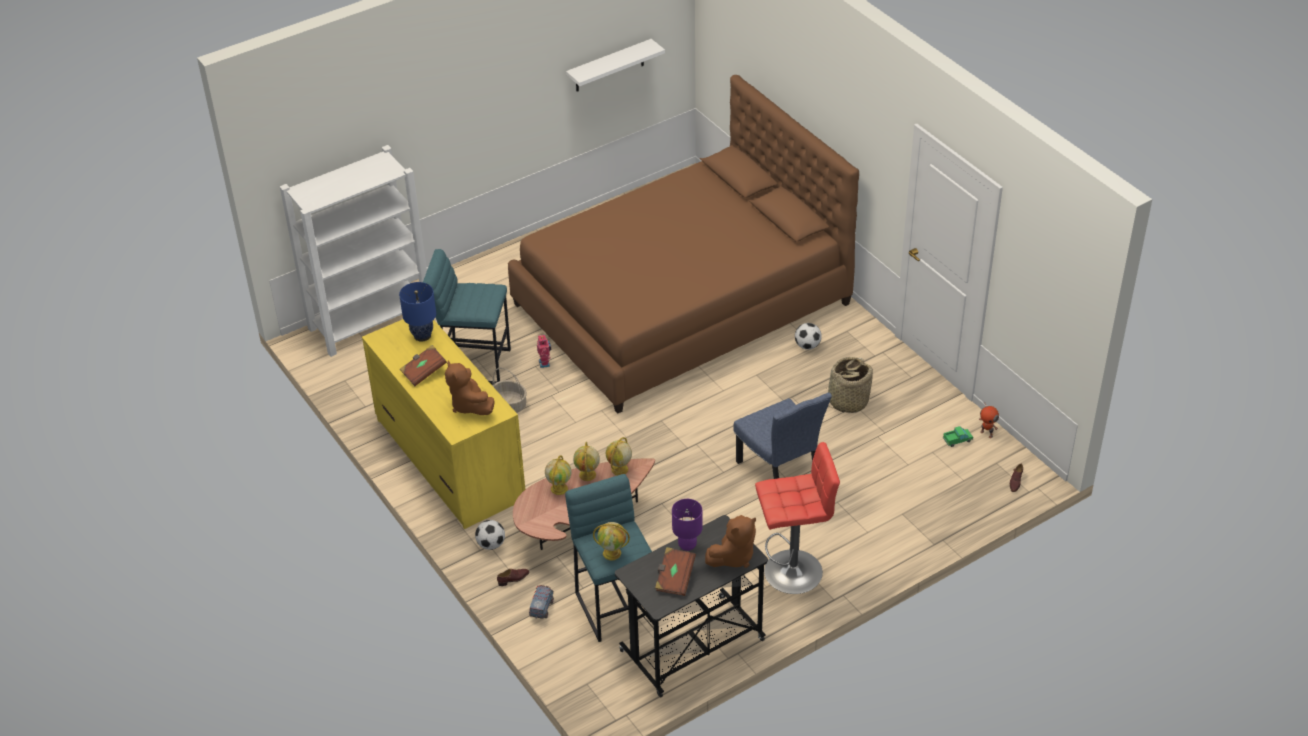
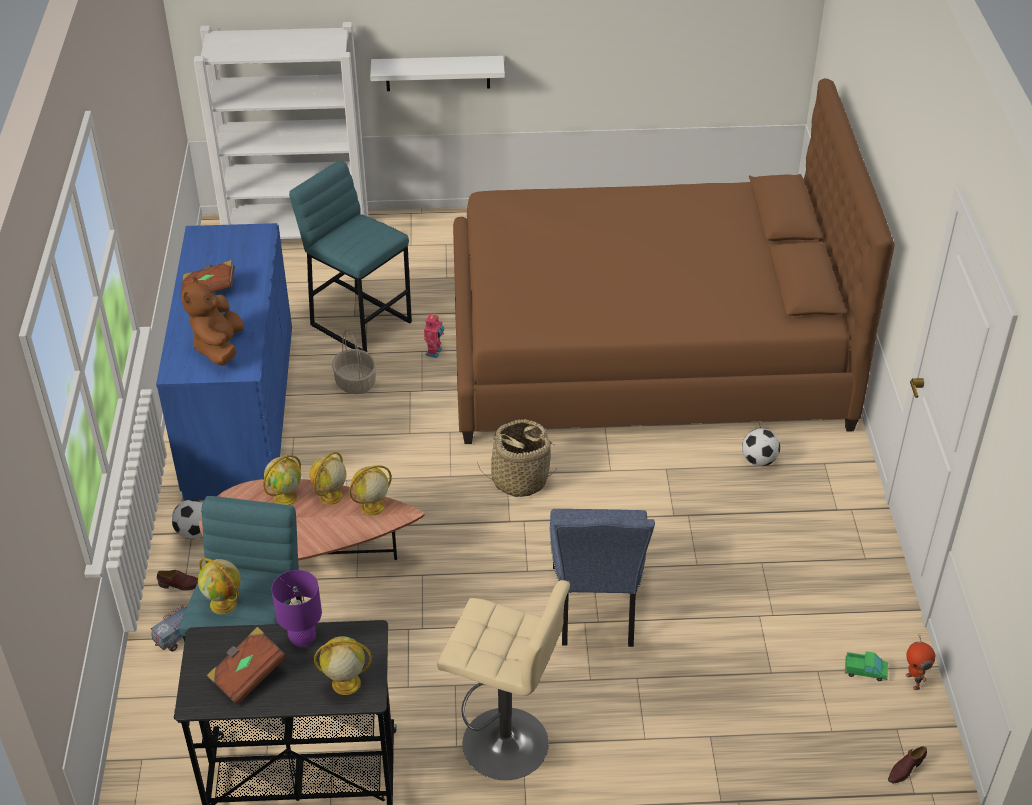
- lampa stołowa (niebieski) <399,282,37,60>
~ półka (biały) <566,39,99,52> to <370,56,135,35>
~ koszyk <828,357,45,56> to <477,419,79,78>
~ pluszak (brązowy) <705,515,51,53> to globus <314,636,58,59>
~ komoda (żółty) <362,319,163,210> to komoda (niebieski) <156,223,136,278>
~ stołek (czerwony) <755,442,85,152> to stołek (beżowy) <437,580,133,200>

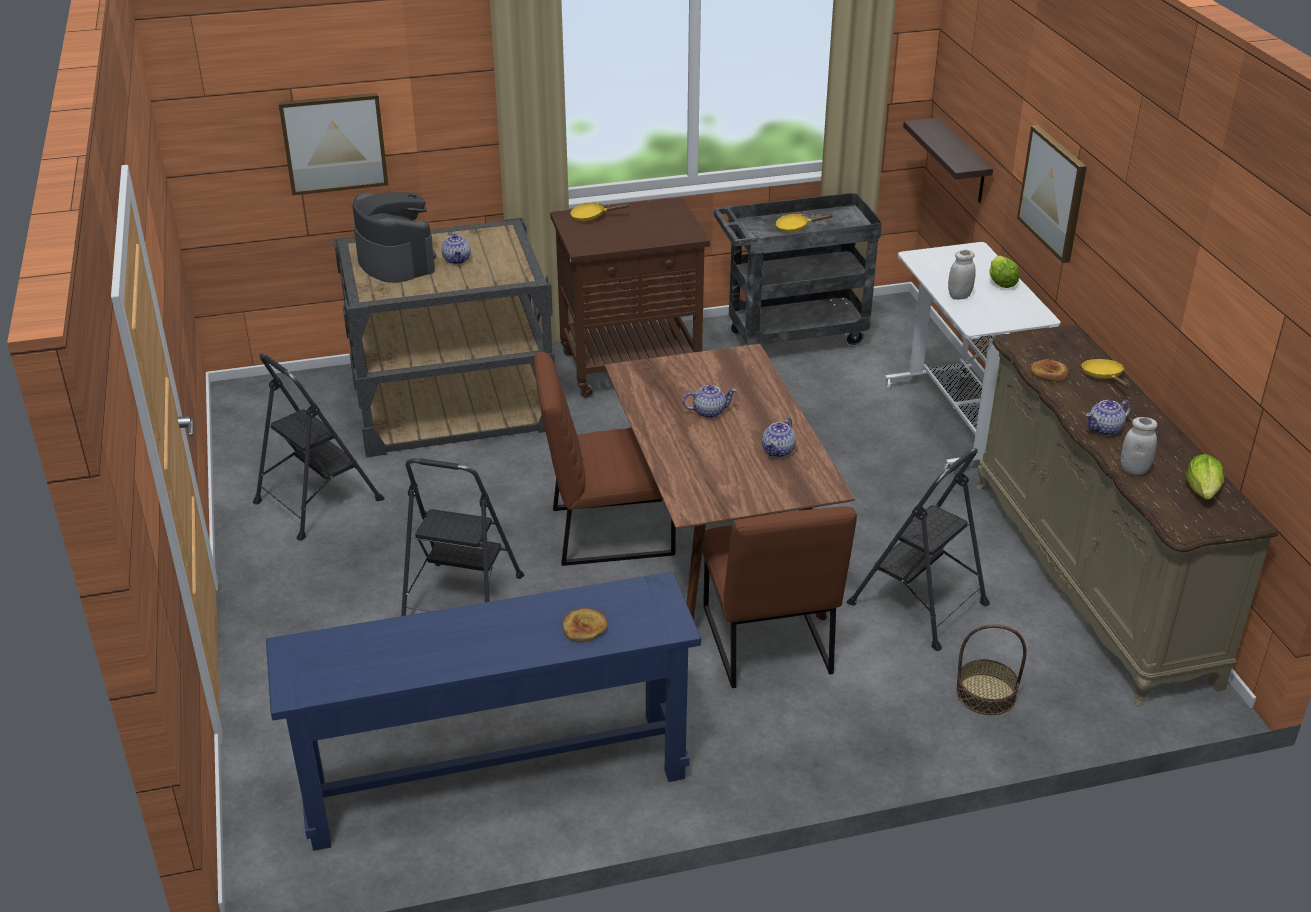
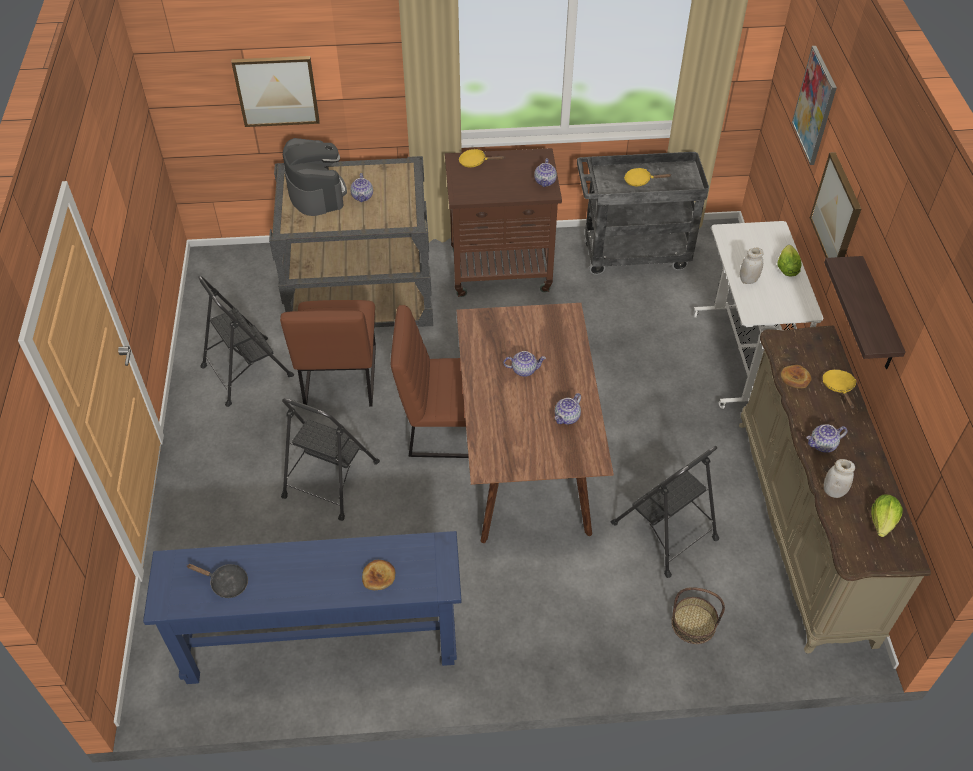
+ patelnia (czarny) <186,564,62,34>
+ imbryk <534,158,23,29>
+ obraz <792,46,45,119>
~ krzesło (brązowy) <702,506,155,182> to <280,300,96,107>
~ półka <903,118,90,85> to <824,256,81,113>

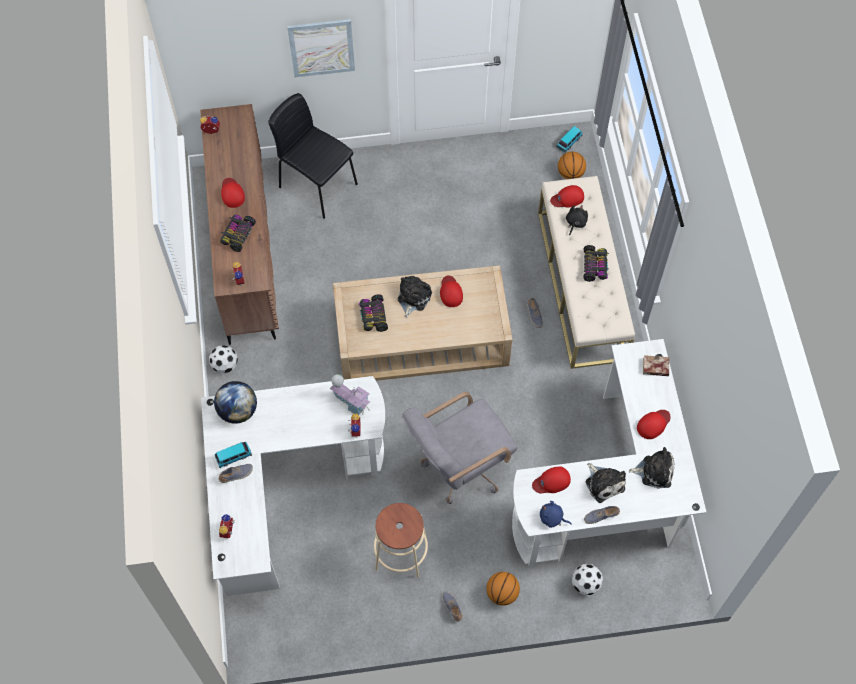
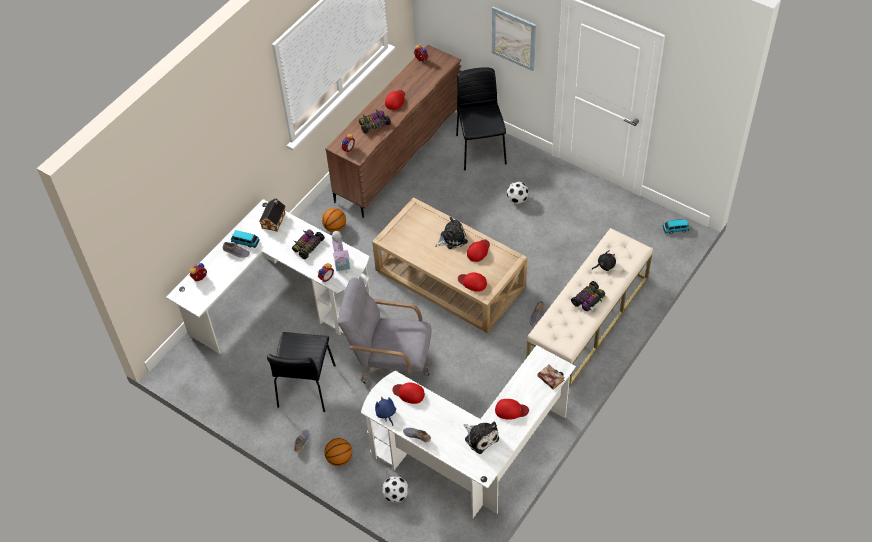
- pluszak <586,463,40,40>
~ piłka futbolowa <209,345,29,28> to <507,181,22,23>
~ samochodzik <359,294,29,38> to <292,230,33,29>
~ czapka z daszkiem (czerwony) <550,185,34,23> to <458,272,29,20>
~ piłka do koszykówki <558,152,28,27> to <322,208,24,24>
~ globus <214,381,43,43> to domek <259,198,26,34>
~ stołek (beżowy) <374,503,54,75> to krzesło (czarny) <267,332,69,80>

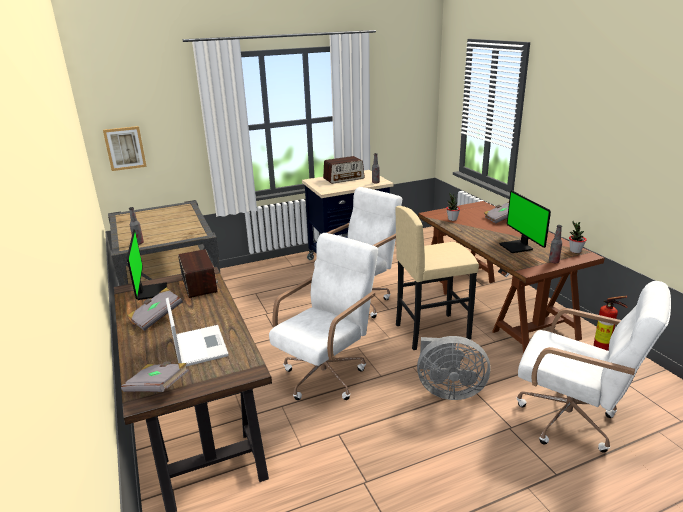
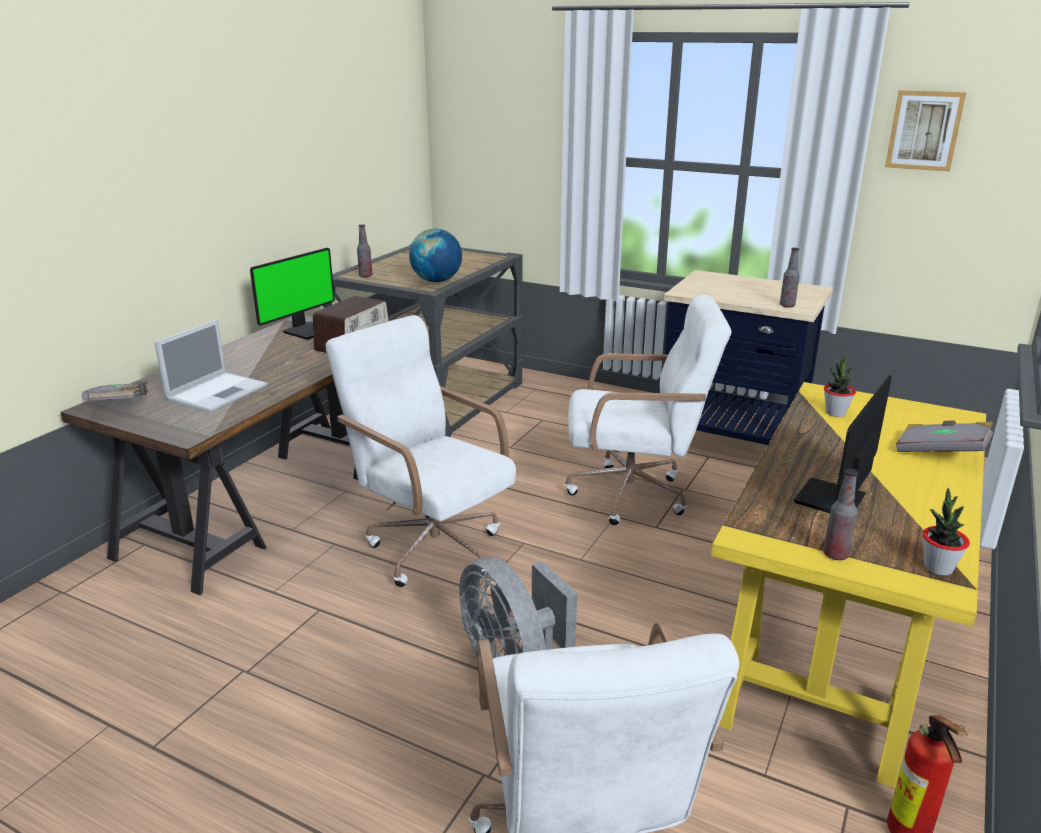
- książka (szary) <128,288,55,43>
- radio <323,156,42,28>
- stołek (beżowy) <395,206,84,144>
+ globus <409,229,53,53>
~ obraz <103,126,44,45> to <885,90,81,82>
~ biurko (brązowy) <418,201,187,153> to biurko (żółty) <711,382,275,406>
~ krzesło biurowe (biały) <269,233,109,167> = <325,315,191,272> 135 degrees counterclockwise

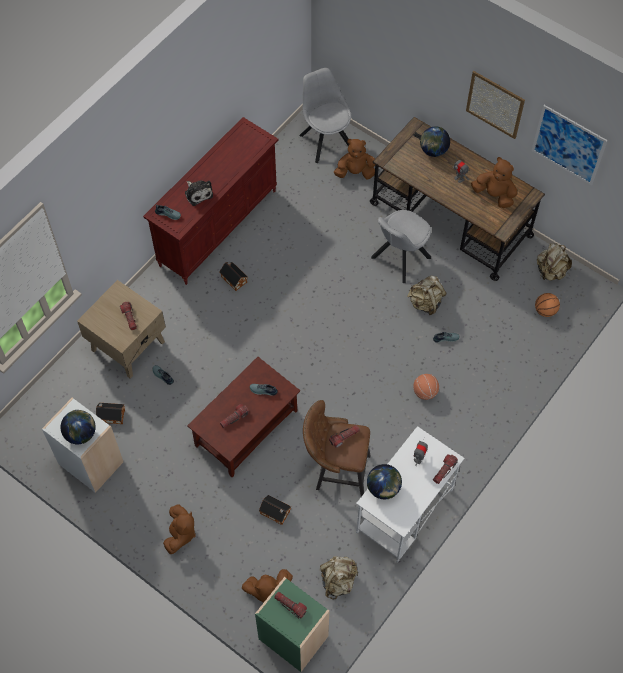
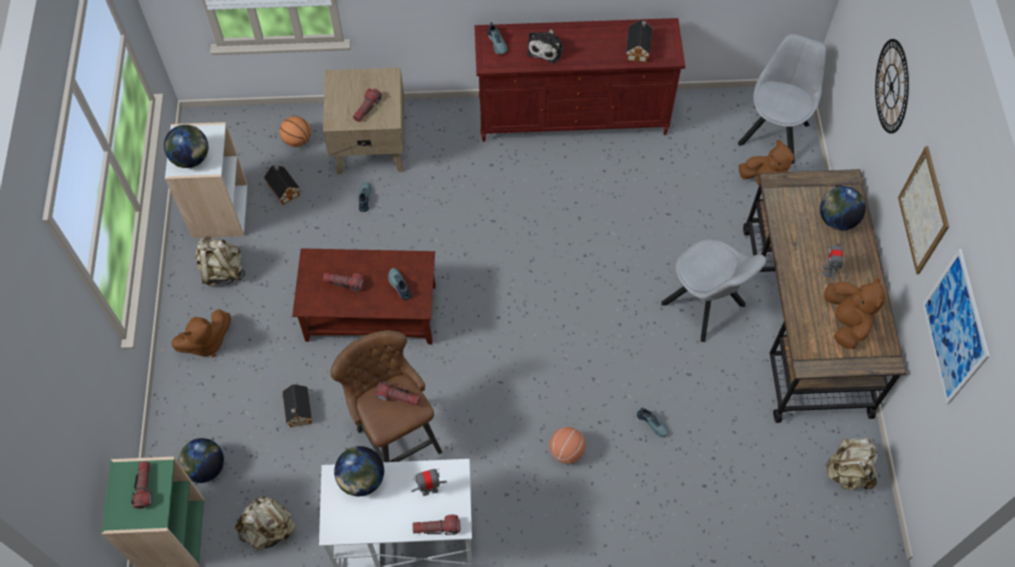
+ zegar ścienny <875,39,34,95>
~ domek <219,262,28,29> to <626,20,27,43>
~ plecak (beżowy) <407,276,40,39> to <195,235,50,52>
~ piłka do koszykówki <535,293,25,24> to <280,116,31,31>
~ pluszak (brązowy) <242,569,51,33> to globus <178,438,46,45>
~ krzesło (szary) <371,210,60,73> = <661,240,105,102> 135 degrees counterclockwise

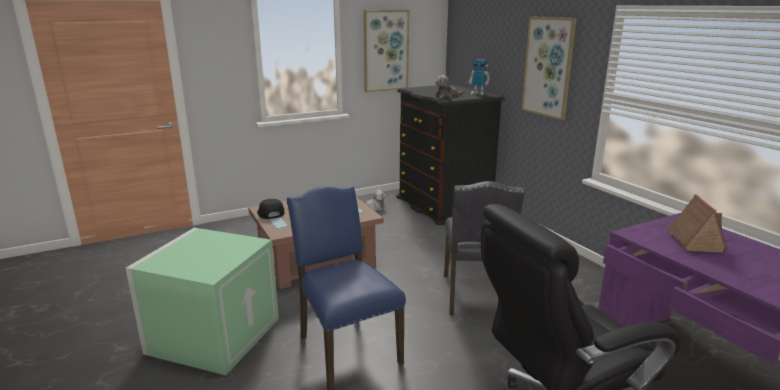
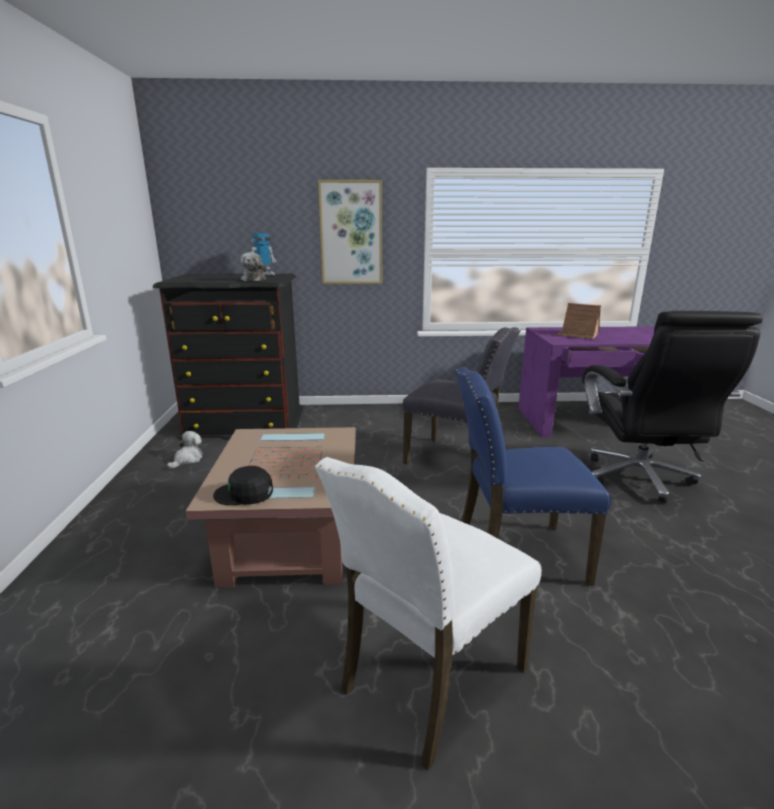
- obraz <364,10,46,82>
~ pojemnik do przechowywania (zielony) <126,228,153,147> to krzesło (biały) <315,457,226,314>

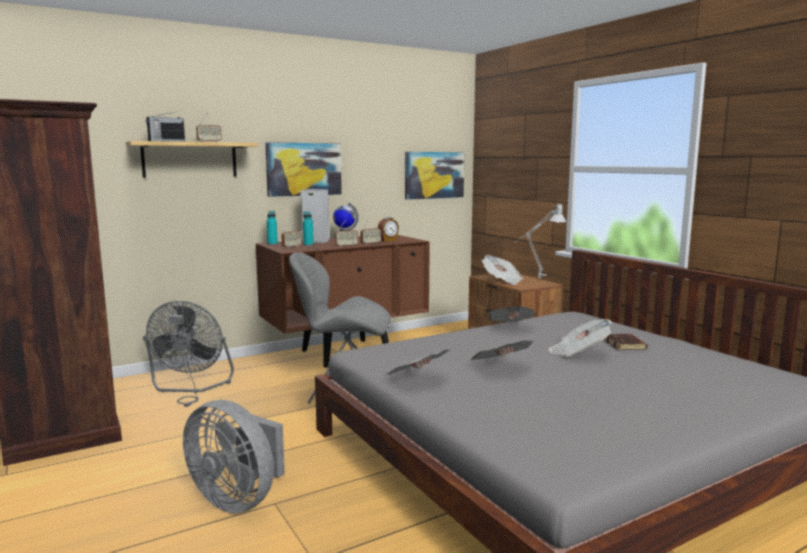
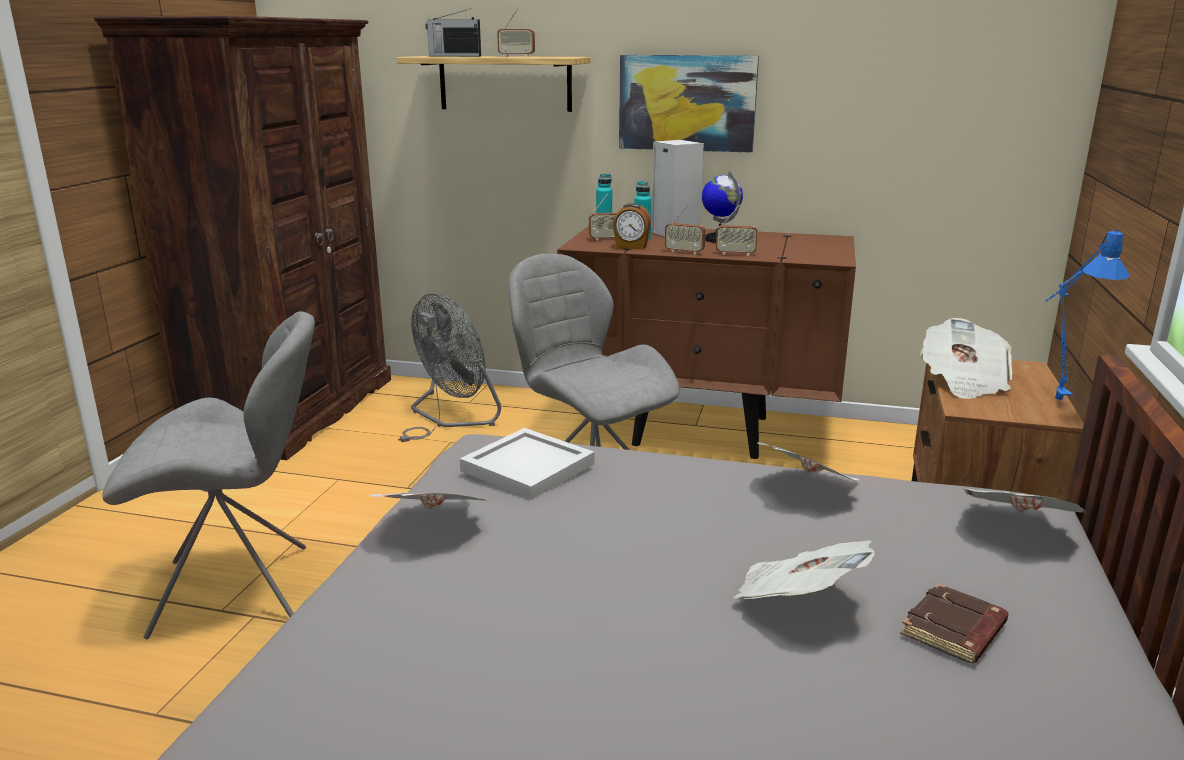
- obraz <405,152,59,48>
+ taca (biały) <460,428,135,72>
~ budzik <378,217,21,25> to <613,203,38,47>
~ gazeta <470,341,63,19> to <963,488,123,25>
~ wentylator (szary) <183,400,102,113> to krzesło (szary) <102,311,213,328>
~ lampa stołowa (szary) <515,204,51,75> to lampa stołowa (niebieski) <1046,229,84,171>

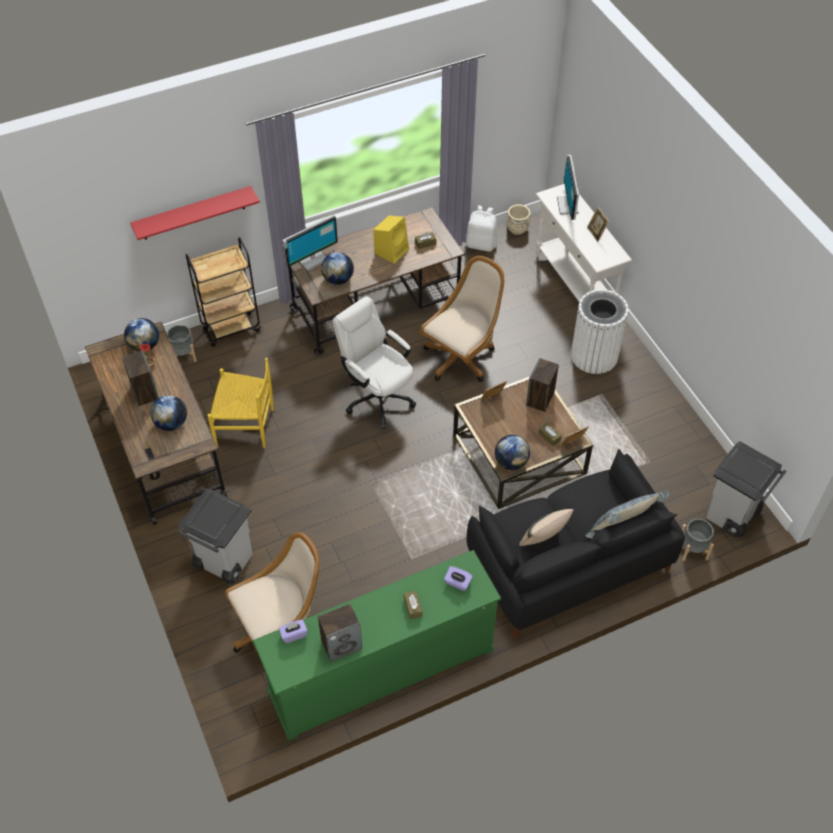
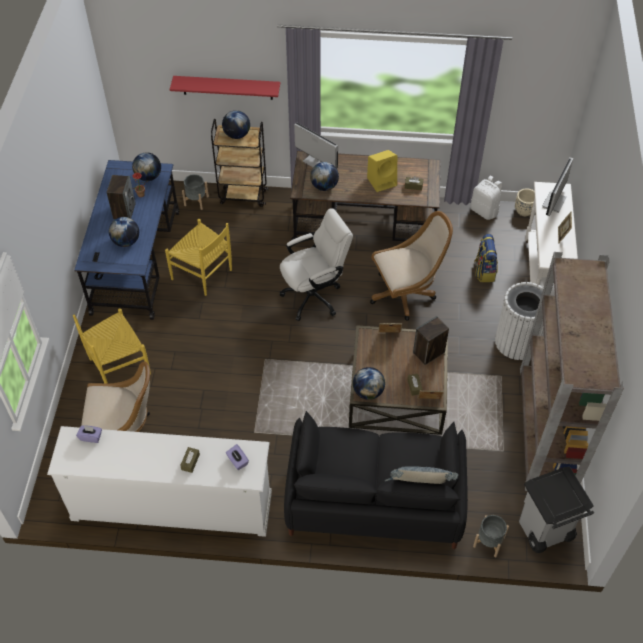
- głośnik <318,604,44,58>
- poduszka (beżowy) <519,509,55,37>
+ globus <222,110,28,29>
+ plecak <473,234,25,48>
+ regał (brązowy) <520,252,104,239>
~ kosz na śmieci (szary) <177,489,76,95> to krzesło (żółty) <73,308,78,75>
~ biurko (brązowy) <85,322,142,203> to biurko (niebieski) <74,160,106,160>
~ szafka (zielony) <253,550,248,191> to szafka (biały) <47,426,225,111>
~ monitor <282,215,56,56> = <294,123,44,45> 135 degrees counterclockwise
~ krzesło biurowe (biały) <333,296,83,133> = <280,208,73,113> 75 degrees clockwise

